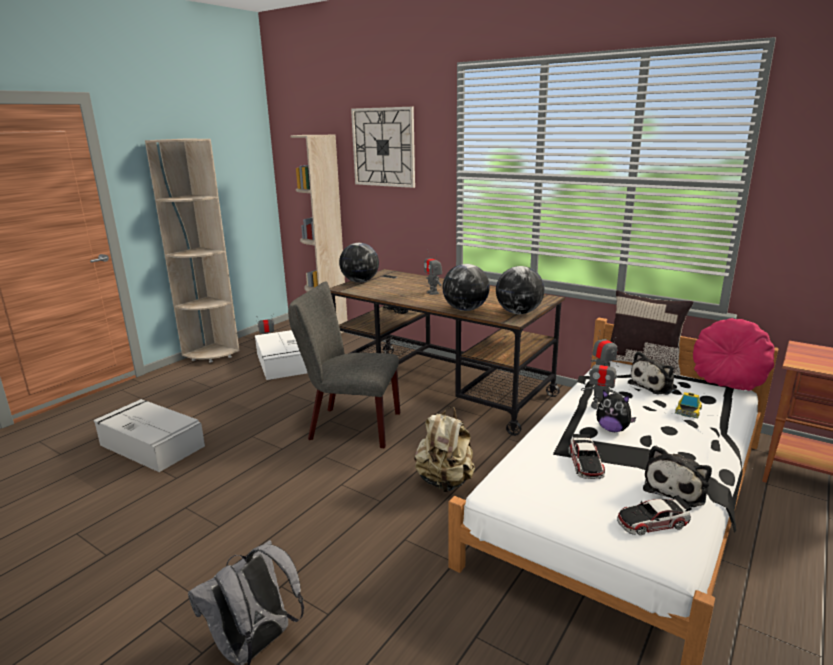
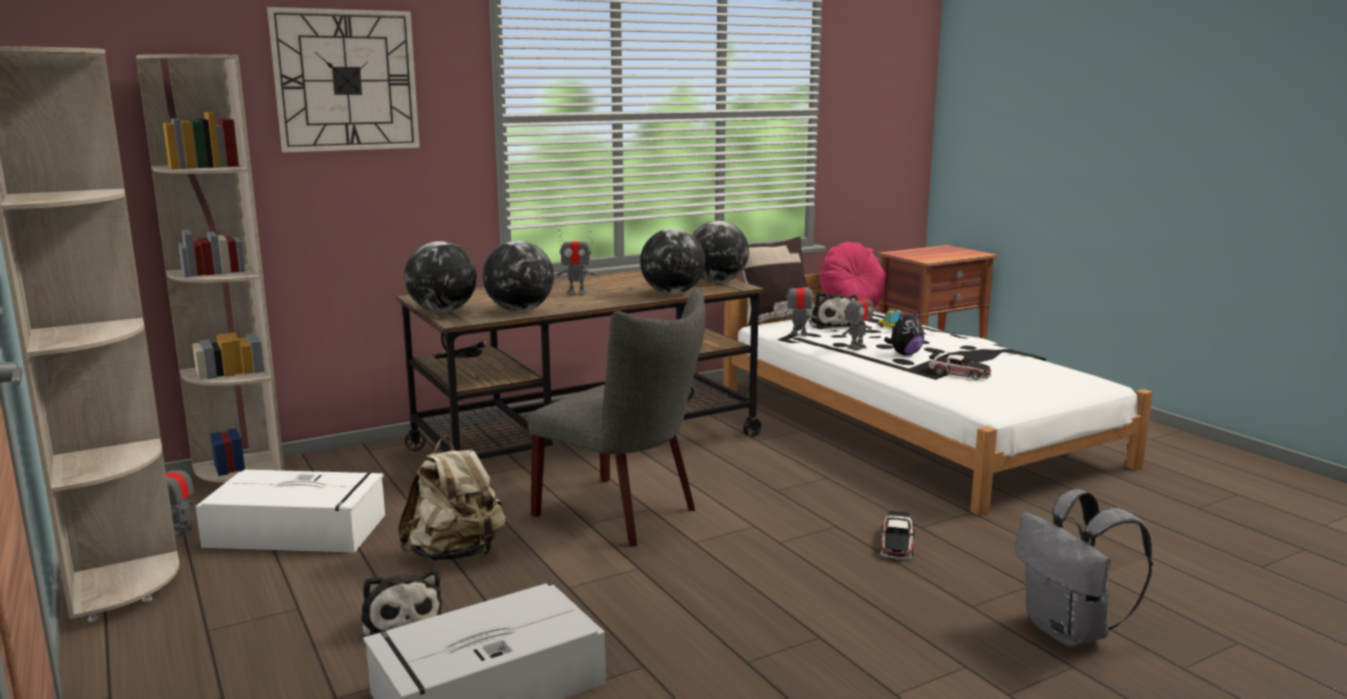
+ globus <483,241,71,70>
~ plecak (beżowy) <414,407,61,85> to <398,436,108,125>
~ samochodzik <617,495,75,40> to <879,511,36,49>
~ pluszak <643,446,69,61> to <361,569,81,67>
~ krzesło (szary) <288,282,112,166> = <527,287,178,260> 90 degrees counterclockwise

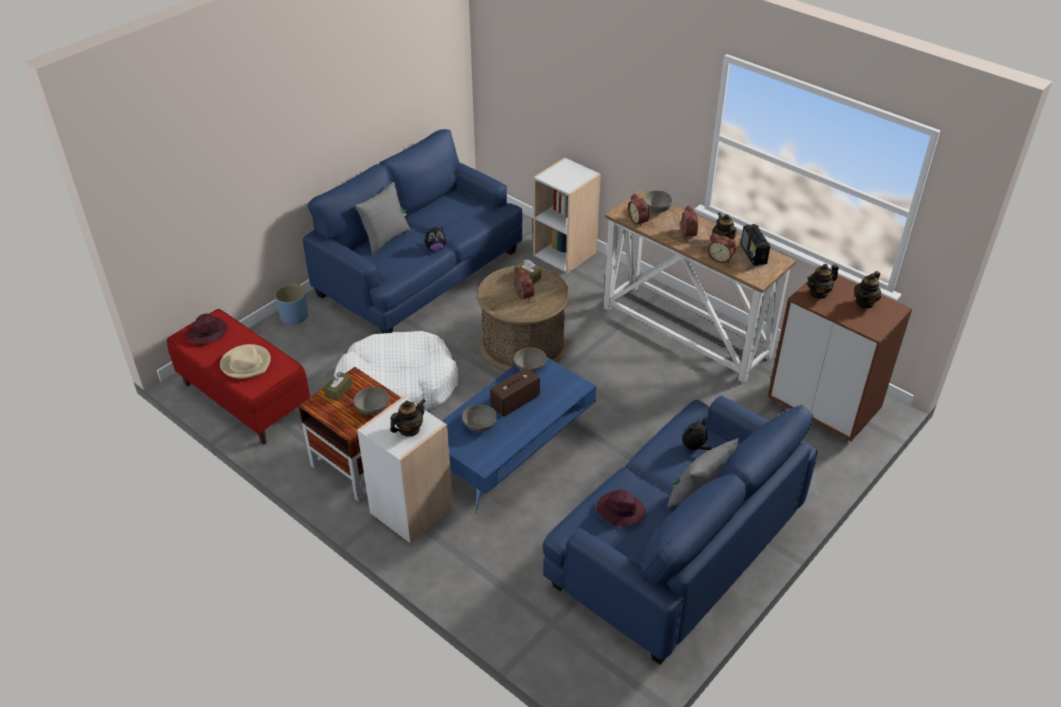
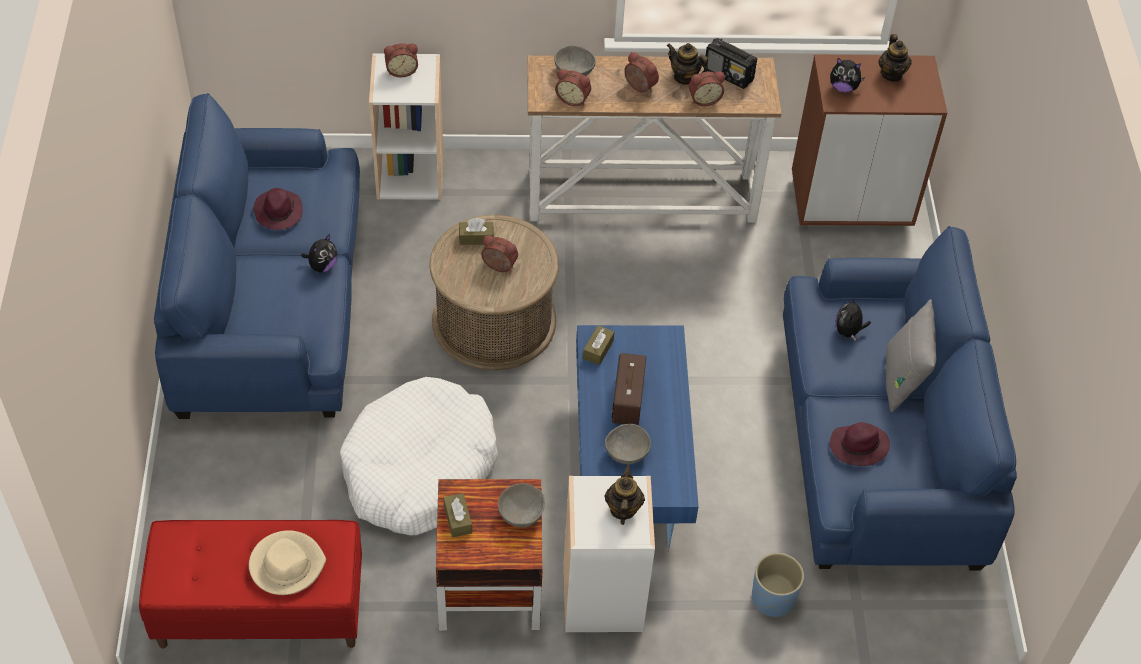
- poduszka (szary) <355,182,55,72>
+ budzik <384,43,34,34>
~ kapelusz (fioletowy) <186,314,41,30> to <254,188,49,42>
~ donica (niebieski) <275,284,33,42> to <752,553,52,64>
~ miska (szary) <514,347,33,25> to pudełko chusteczek (brązowy) <583,325,31,40>
~ imbryk <807,264,32,35> to pluszak <830,58,35,35>

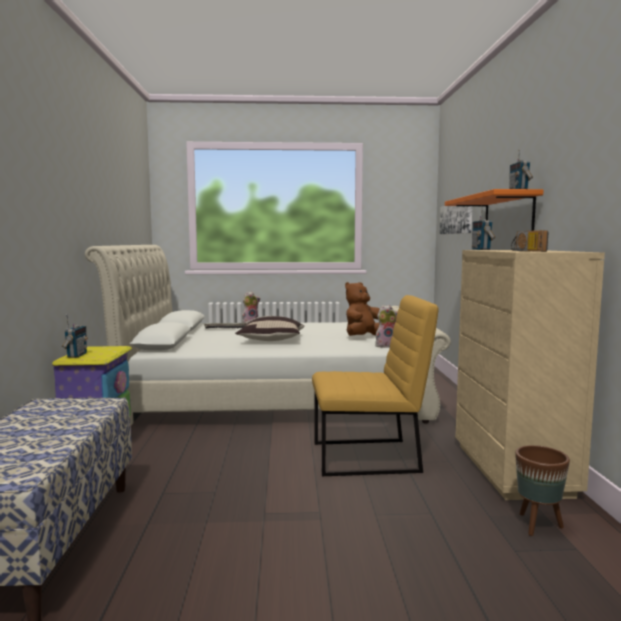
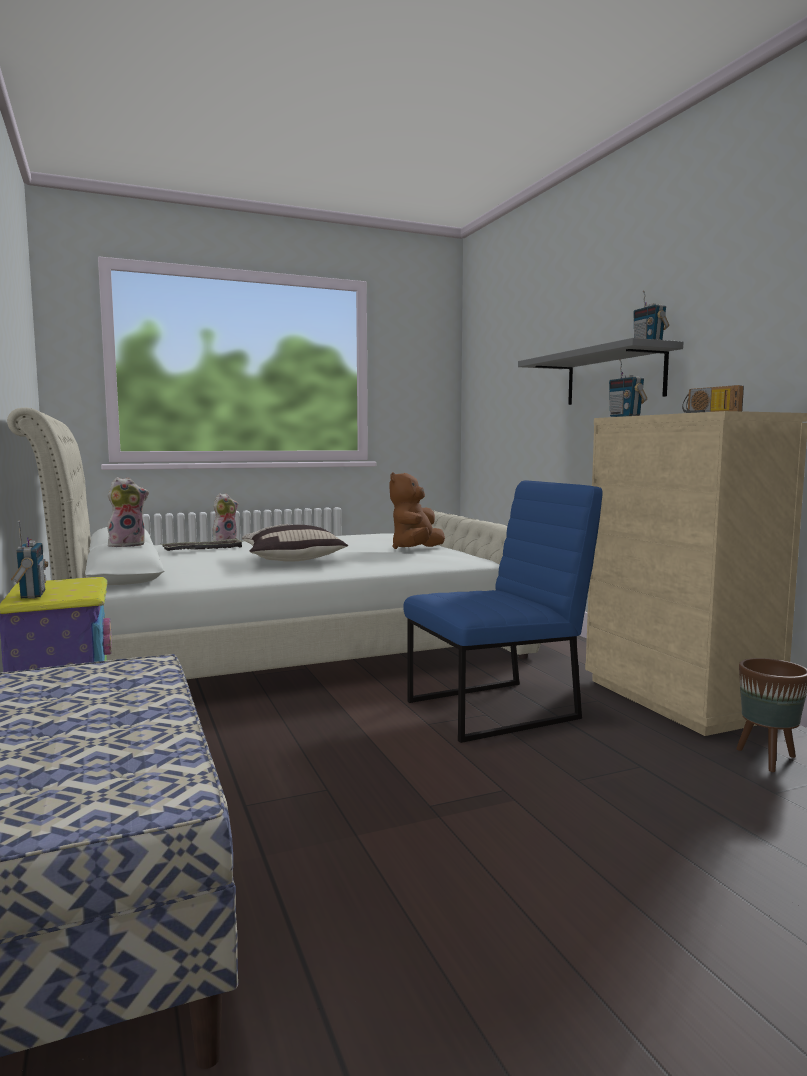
- obraz <440,206,33,28>
~ pluszak <375,305,22,43> to <107,477,42,71>
~ krzesło (żółty) <312,295,126,181> to krzesło (niebieski) <403,481,200,262>
~ półka (pomarańczowy) <445,189,99,42> to półka (szary) <518,338,165,67>

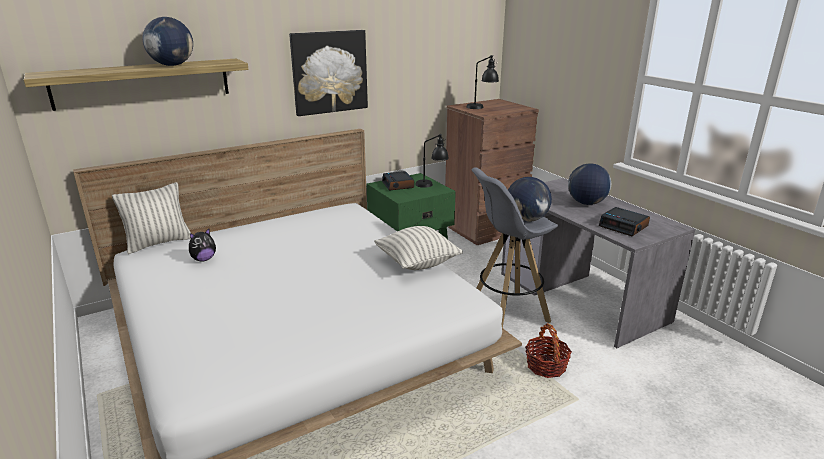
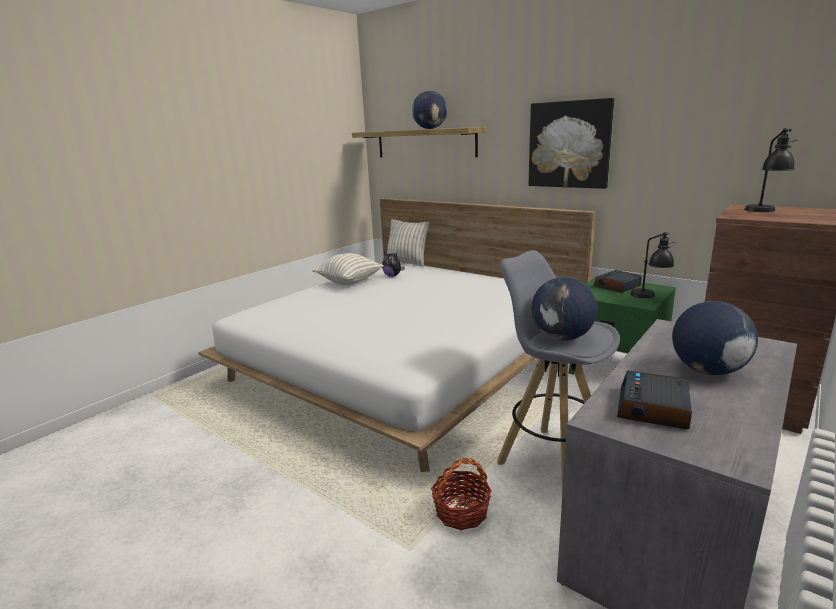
~ poduszka <374,226,89,44> to <312,253,72,32>

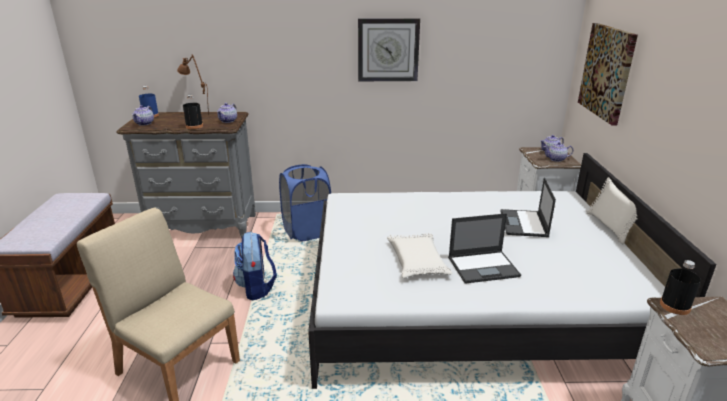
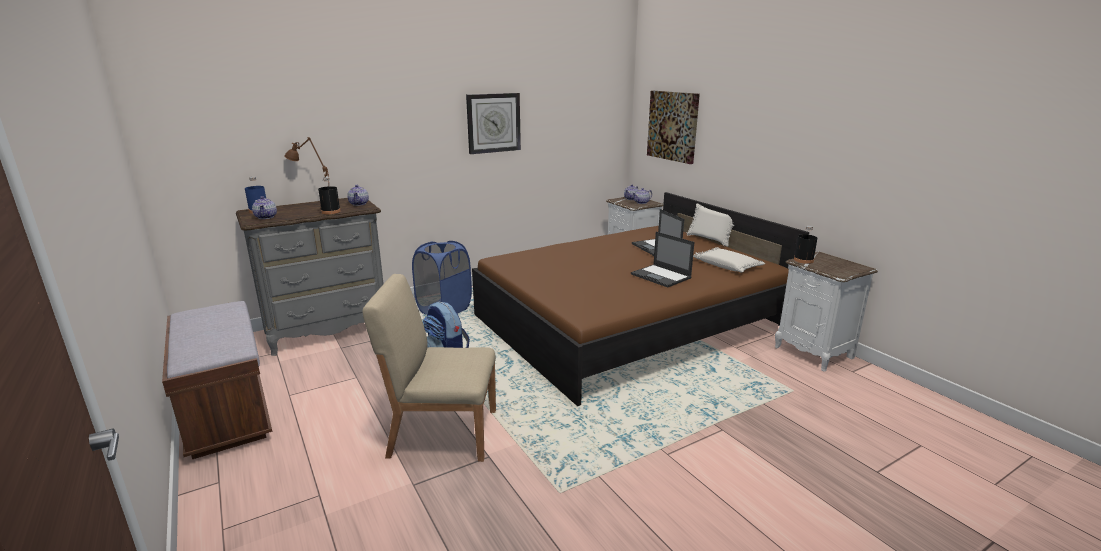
~ poduszka (biały) <387,233,65,45> to <693,247,72,26>
~ łóżko (biały) <308,153,409,236> to łóżko (brązowy) <472,192,337,214>
~ laptop <448,213,73,71> = <631,232,63,55> 90 degrees clockwise

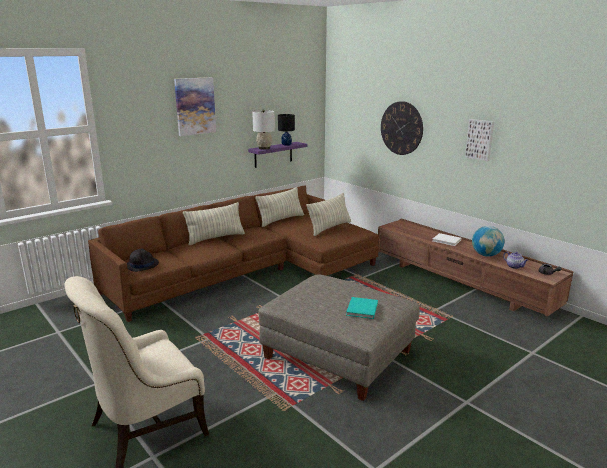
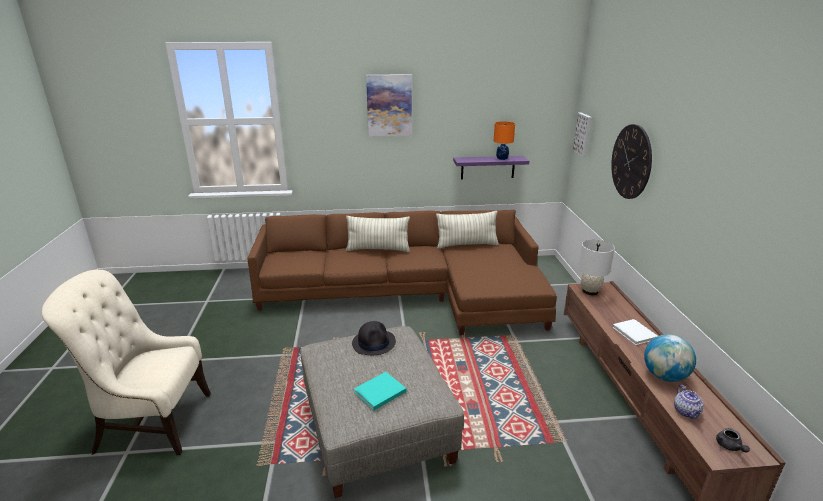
- poduszka <306,193,45,43>
~ kapelusz (czarny) <127,249,32,23> to <352,321,44,34>
~ lampa stołowa (biały) <252,109,23,41> to <578,239,37,56>
~ obraz <465,119,29,42> to <573,113,19,44>
~ lampa stołowa (czarny) <278,114,17,32> to lampa stołowa (pomarańczowy) <494,121,21,39>

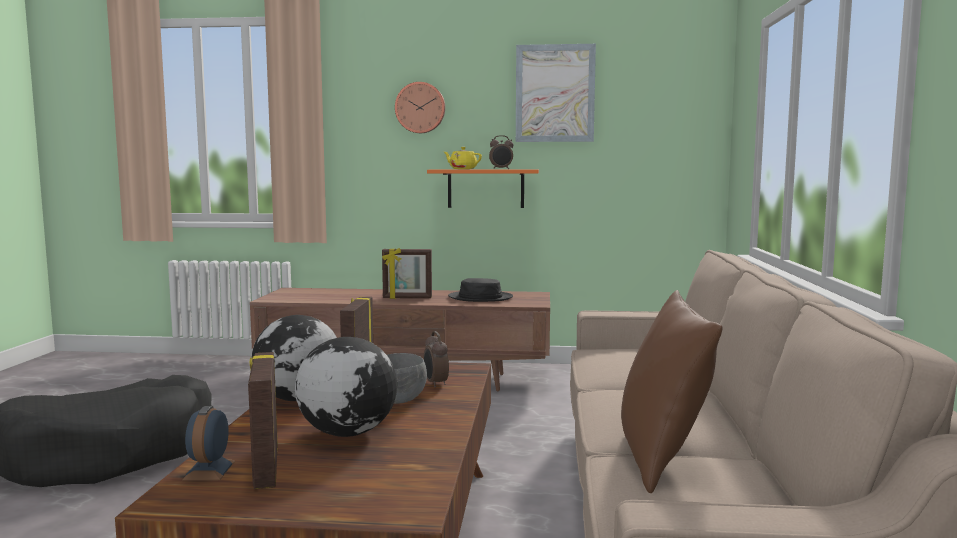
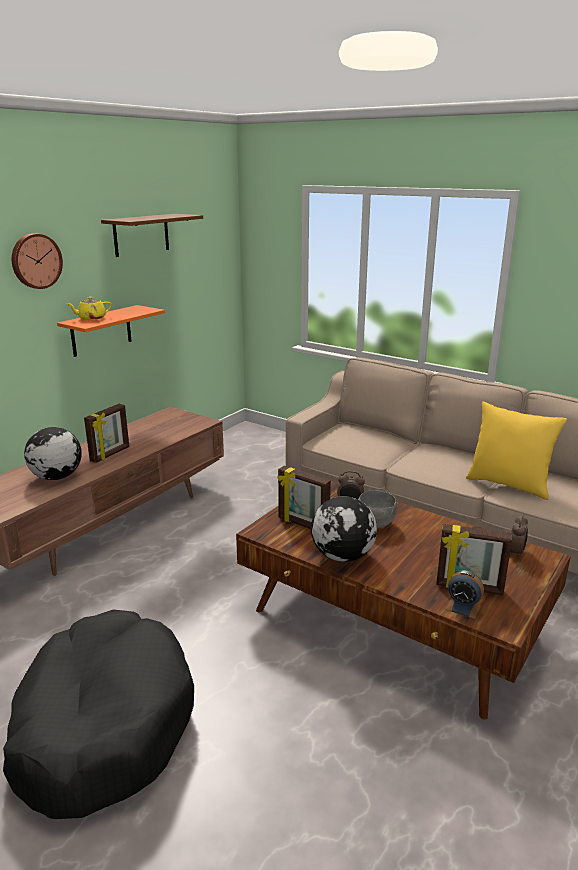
- kapelusz (czarny) <448,278,65,24>
~ globus <295,337,102,100> to <24,427,58,53>
~ budzik <489,135,25,34> to <510,514,18,44>
~ obraz <516,44,80,98> to półka (brązowy) <101,214,102,43>
~ poduszka (brązowy) <621,290,101,203> to poduszka (żółty) <466,402,101,98>

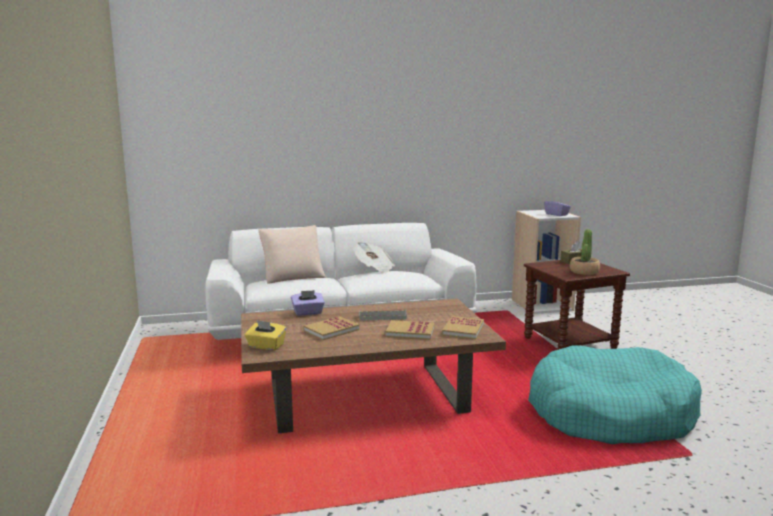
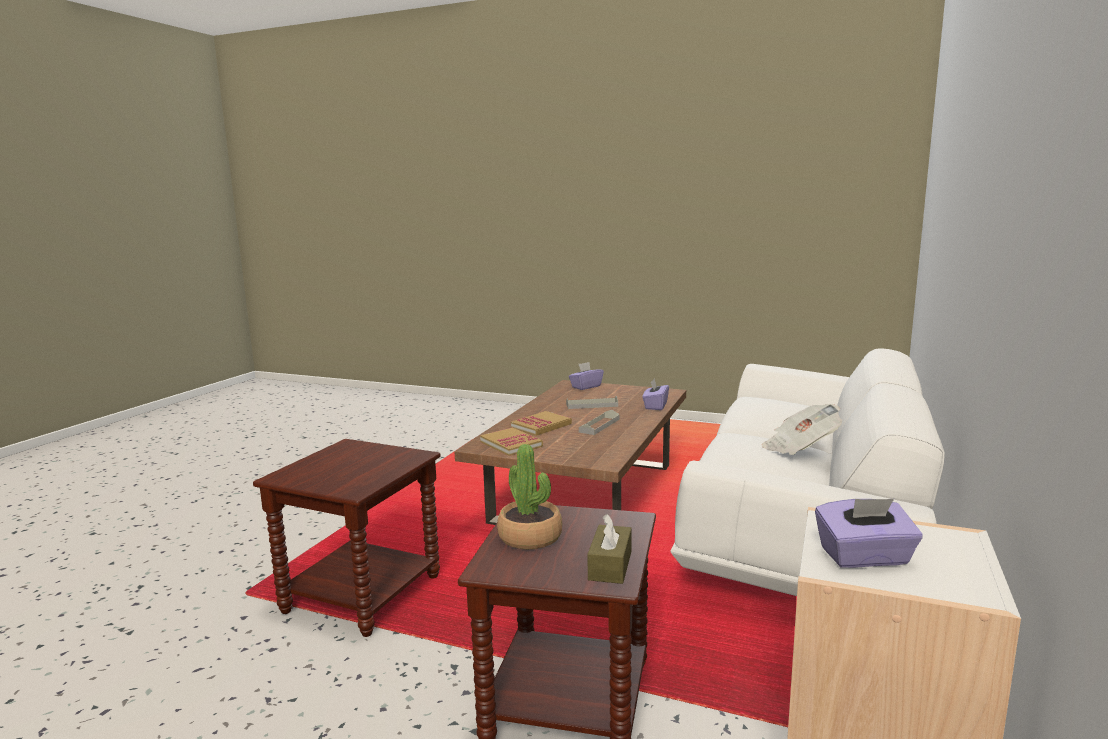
- poduszka (beżowy) <258,225,68,59>
~ książka <303,316,56,24> to taca (szary) <566,396,52,13>
~ legowisko (turkusowy) <528,346,174,98> to stolik (brązowy) <253,439,188,198>
~ pudełko chusteczek (żółty) <245,320,42,30> to pudełko chusteczek (fioletowy) <569,362,35,28>

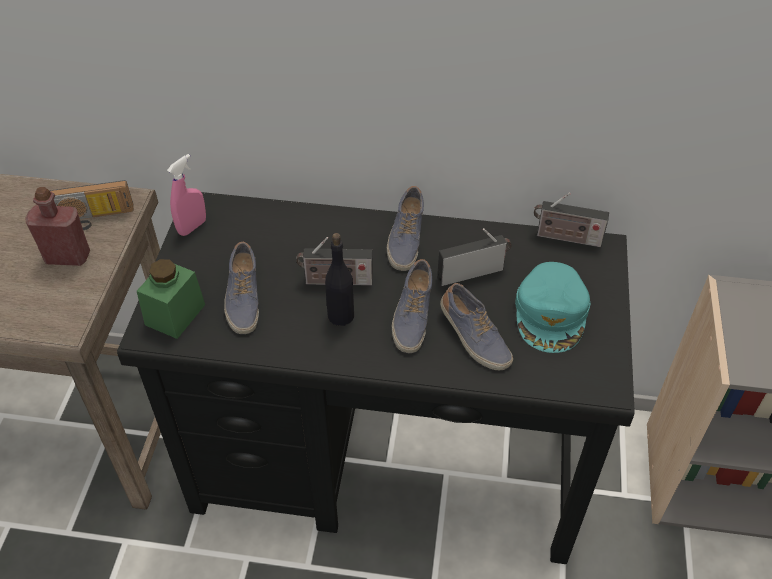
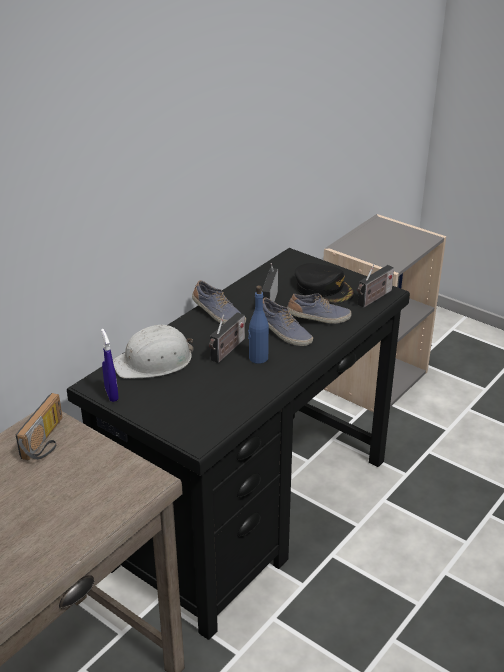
- butelka (czerwony) <25,187,65,79>
- słoik (zielony) <137,259,68,80>
- but <224,242,35,92>
+ kask (biały) <113,325,81,54>
~ radio <534,192,75,55> to <358,264,36,43>
~ spryskiwacz (różowy) <167,154,39,82> to spryskiwacz (niebieski) <101,329,18,73>
~ butelka (czarny) <325,233,29,93> to butelka (niebieski) <248,285,21,79>
~ czapka z daszkiem (turkusowy) <515,262,75,91> to czapka z daszkiem (czarny) <295,263,59,41>

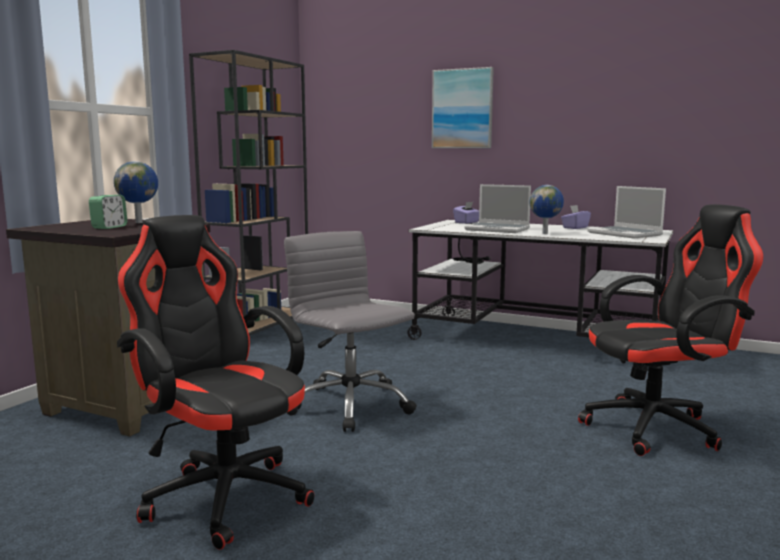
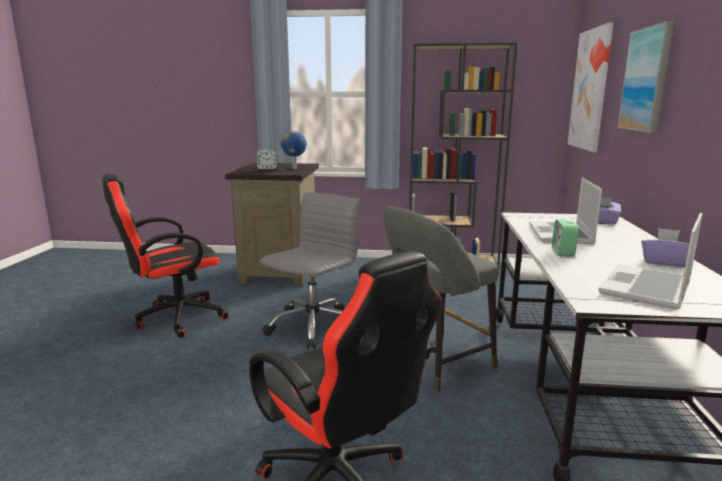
+ stołek (szary) <383,207,116,185>
+ obraz <567,22,46,130>
~ globus <529,185,35,49> to budzik <552,219,27,38>
~ krzesło biurowe (czarny) <117,215,197,335> = <102,173,127,165> 150 degrees counterclockwise

